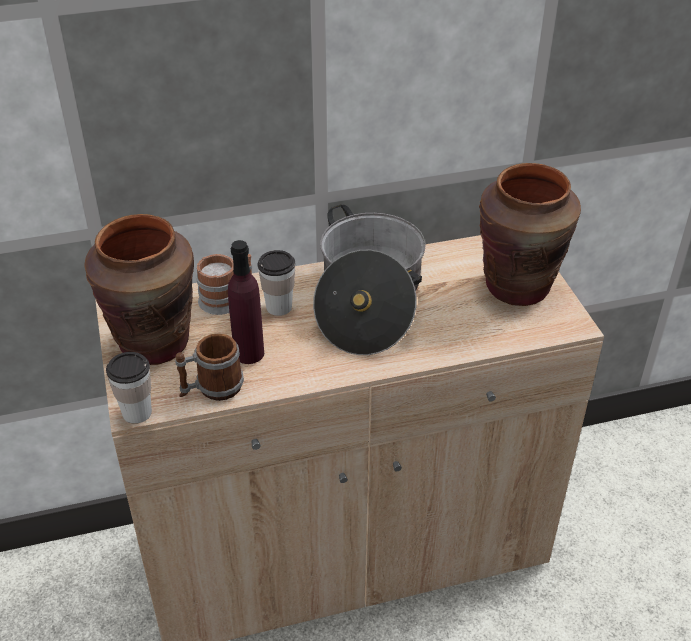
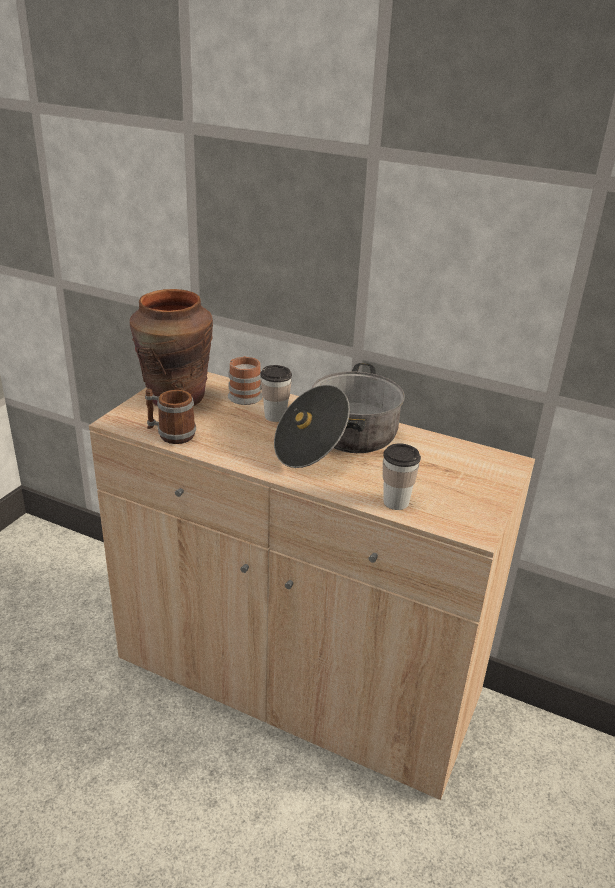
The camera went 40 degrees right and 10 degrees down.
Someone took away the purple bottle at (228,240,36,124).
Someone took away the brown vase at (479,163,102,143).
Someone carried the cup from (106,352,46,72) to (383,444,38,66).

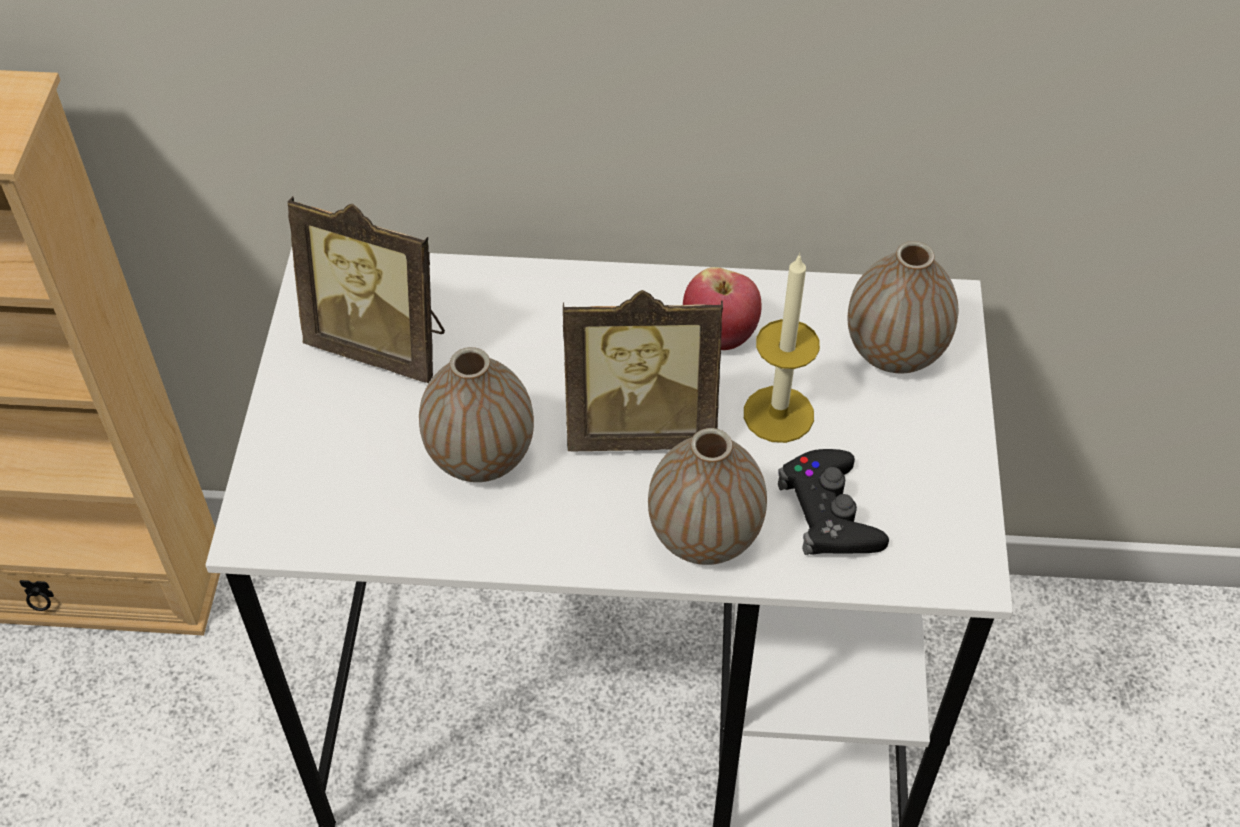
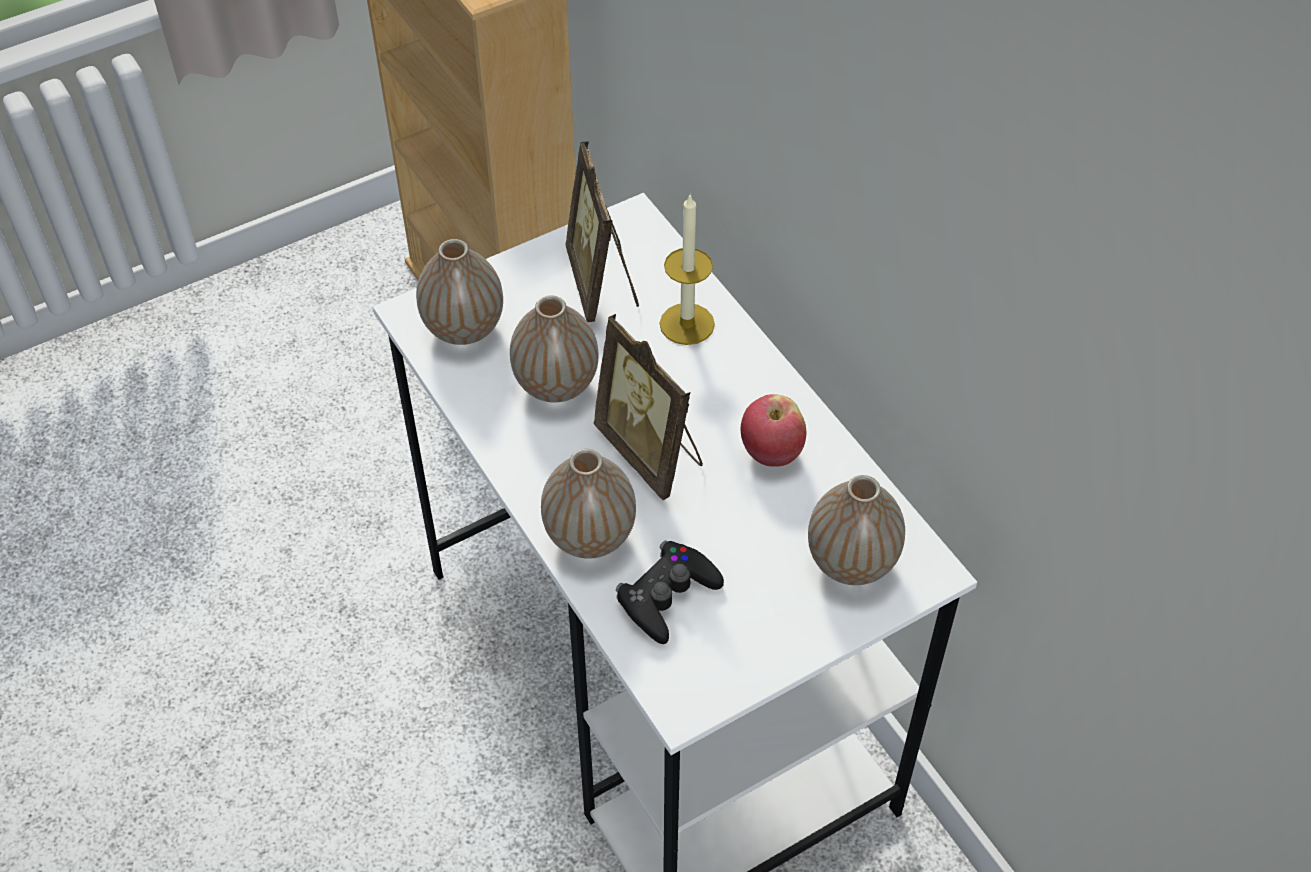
The camera went 55 degrees right and 0 degrees up.
Someone put down the vase at (416,239,87,106).
Someone carried the candle from (744,253,76,190) to (660,193,55,152).

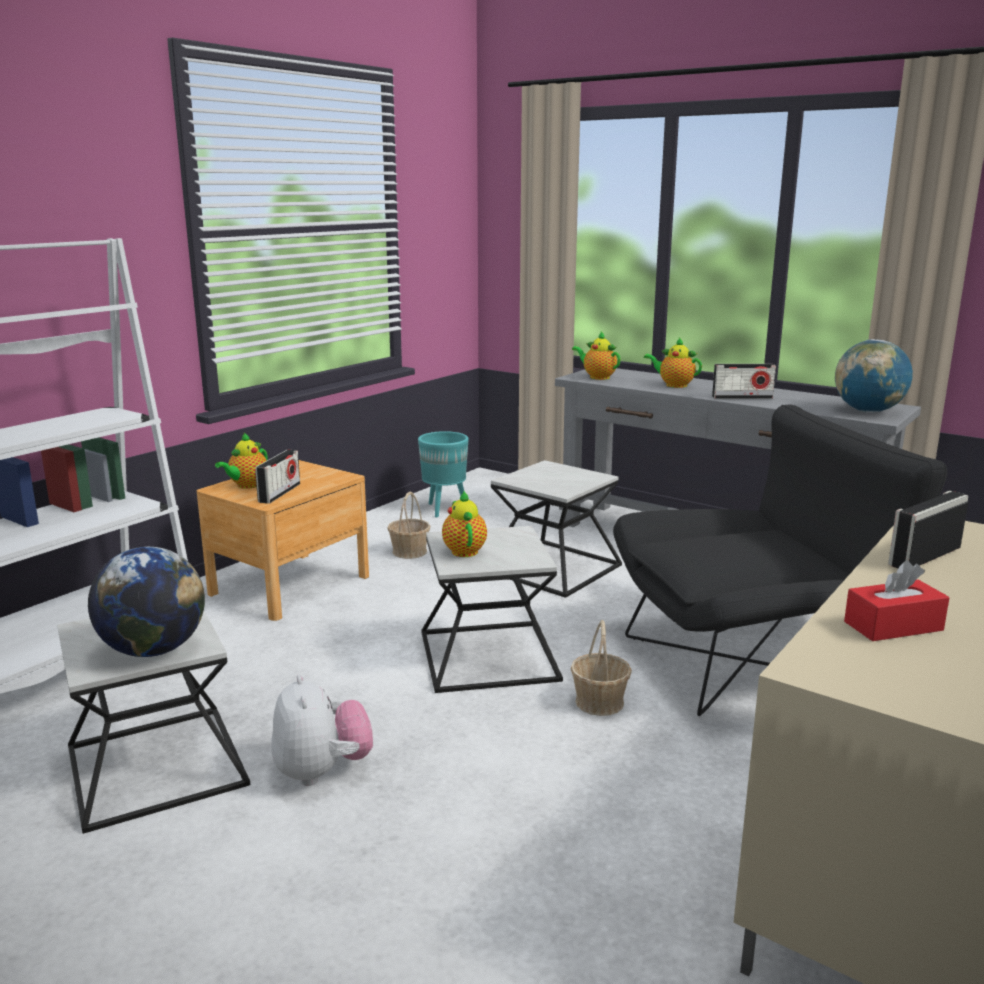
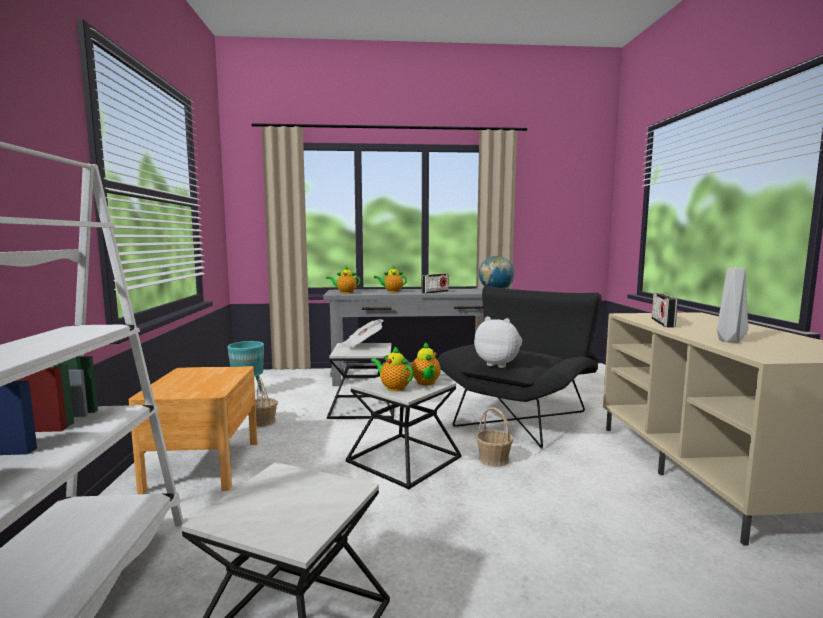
The camera went 40 degrees left and 10 degrees down.
Someone took away the globe at (88,547,117,110).
Someone took away the radio at (255,450,45,54).
Someone put down the newspaper at (339,319,44,29).
Someone carried the teapot from (215,433,52,56) to (412,342,29,43).
Someone carried the plush toy from (271,674,102,112) to (474,316,48,52).
Someone swapped the red tissue box at (844,561,106,80) for the grey vase at (717,268,31,75).

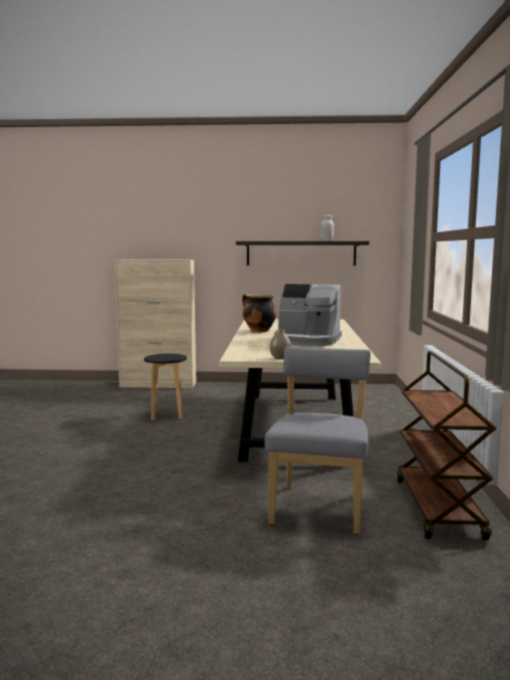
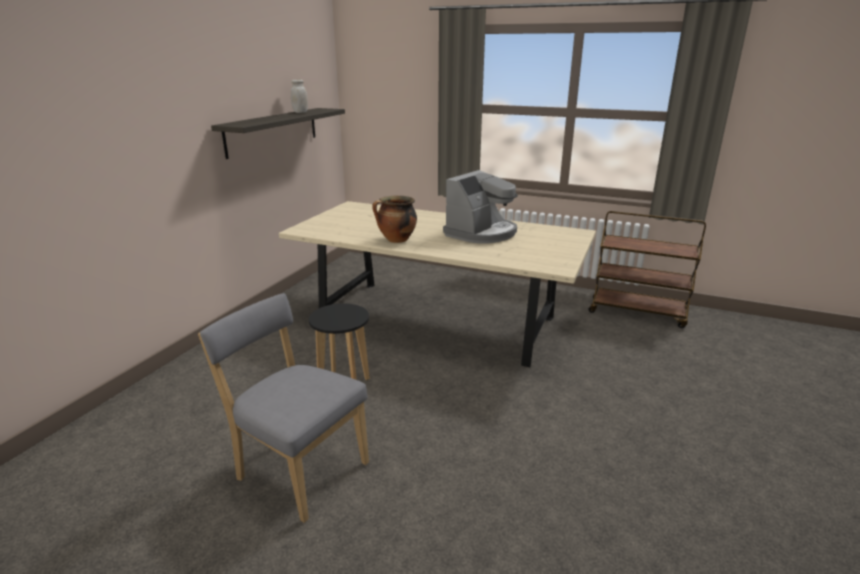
The camera went 70 degrees left and 15 degrees up.
Someone took away the beige cabinet at (114,260,82,128).
Someone took away the vase at (270,329,21,30).
Someone carried the grey chair from (265,347,106,187) to (198,293,171,230).

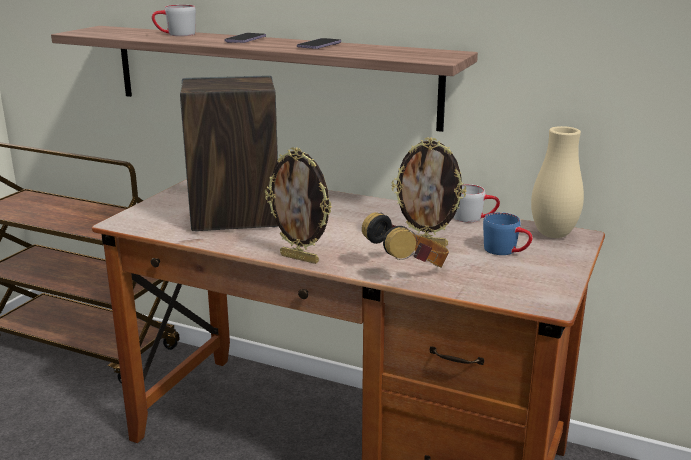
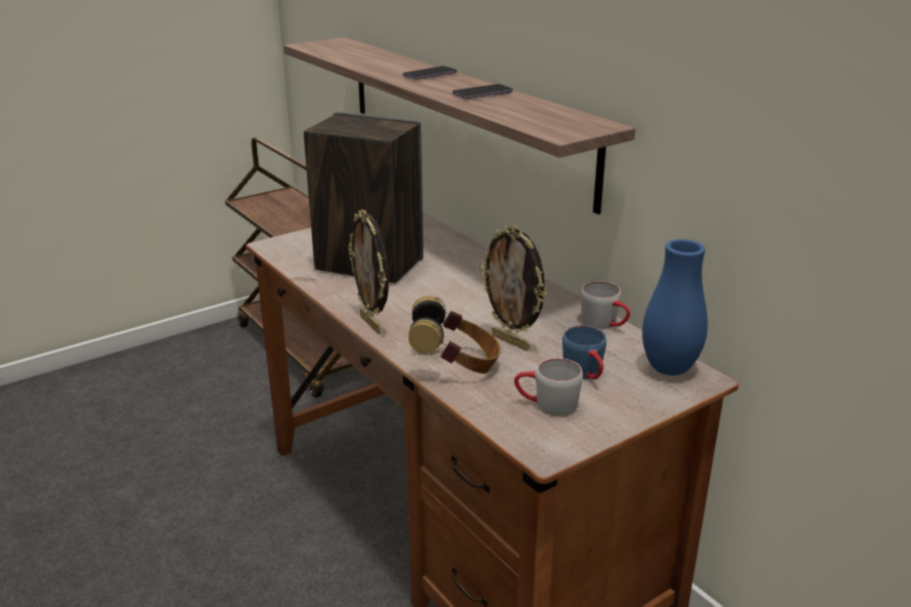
The camera went 30 degrees right and 5 degrees up.
Someone carried the grey mug from (152,5,44,31) to (514,358,69,58).
Someone repainted the beige vase at (531,126,53,112), which became the blue vase at (642,239,66,137).

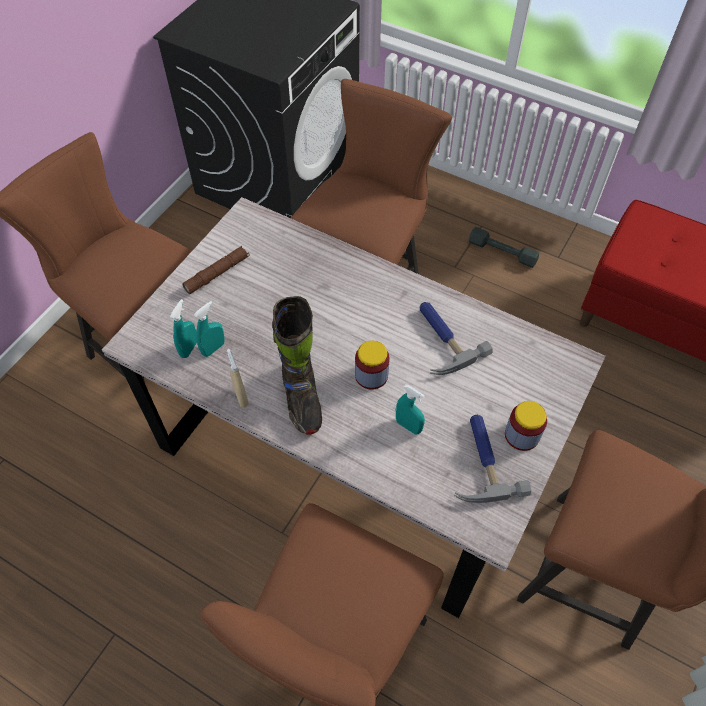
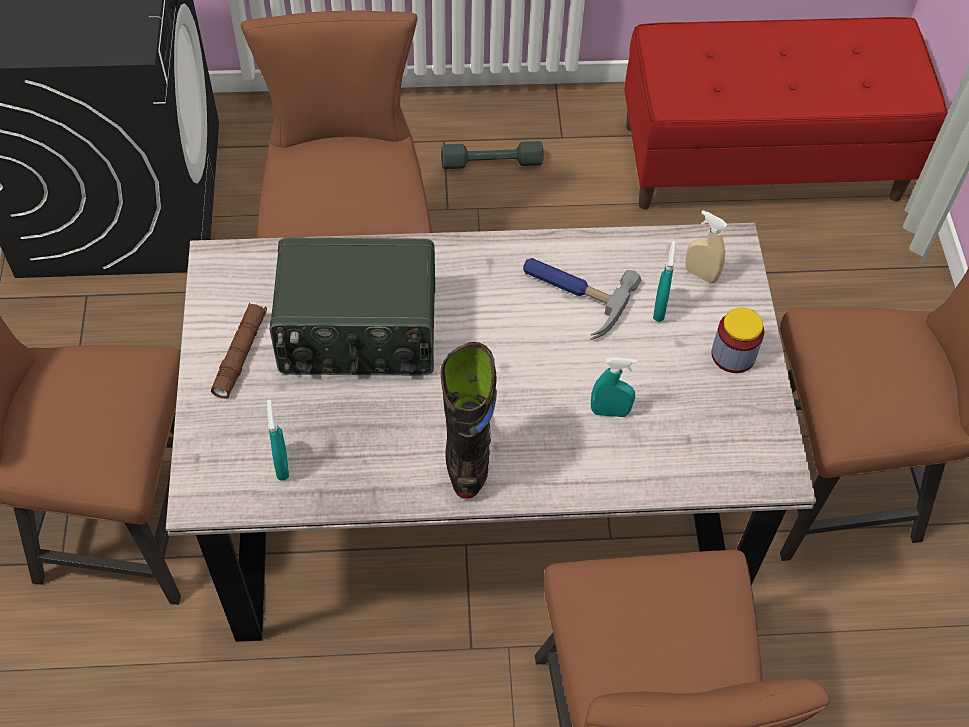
The camera went 35 degrees left and 0 degrees up.
Someone took away the jar at (355,341,35,49).
Someone took away the hammer at (454,414,78,89).
Someone put down the radio at (270,237,165,139).
Someone carried the turquoise spray bottle from (194,301,31,56) to (653,241,23,81).
Someone carried the beige spray bottle from (227,349,22,59) to (685,210,43,73).
Someone rotated the black boot at (272,296,50,139) by 135 degrees counterclockwise.

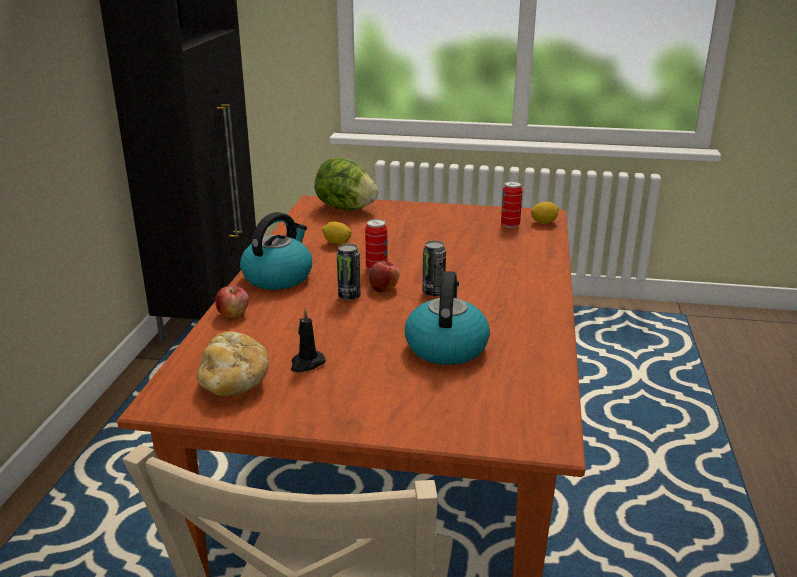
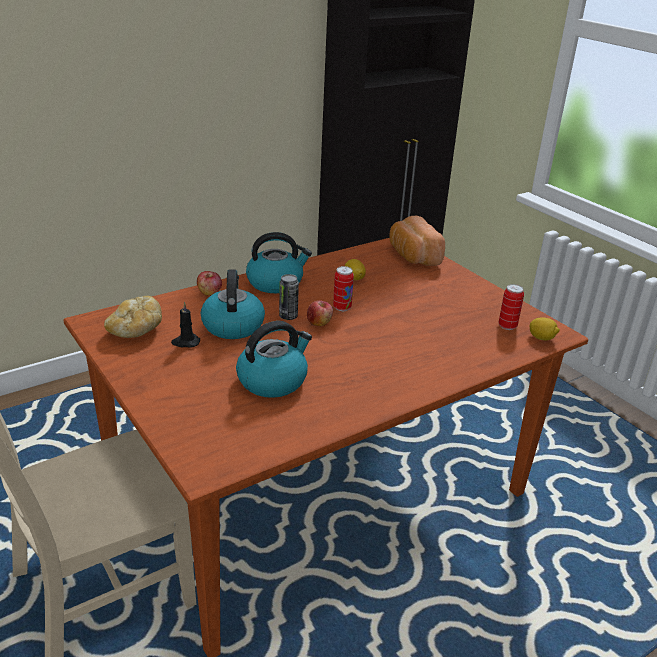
The camera went 45 degrees right and 5 degrees up.
Someone took away the can at (422,241,24,55).
Someone put down the kettle at (201,269,64,70).
Someone swapped the lettuce at (314,158,64,52) for the bread at (389,216,56,50).

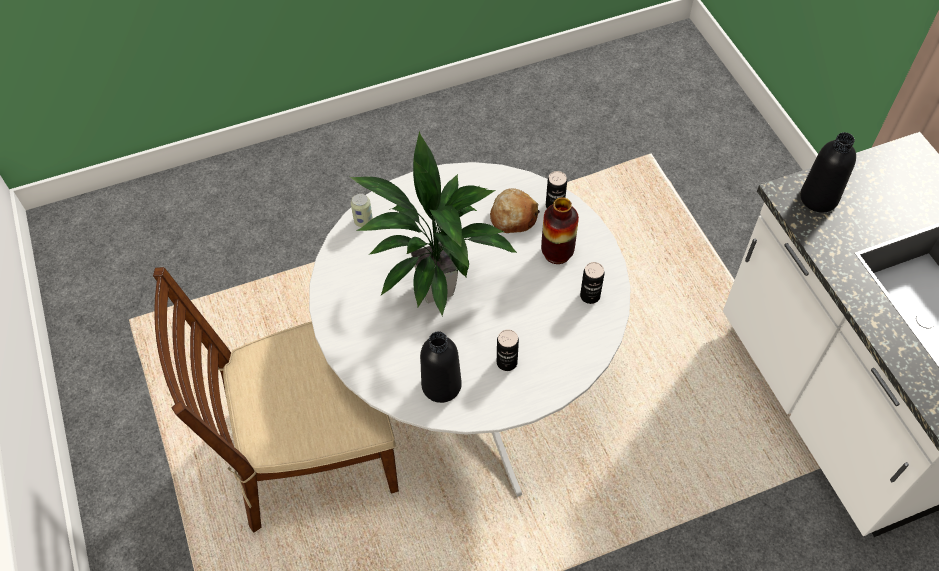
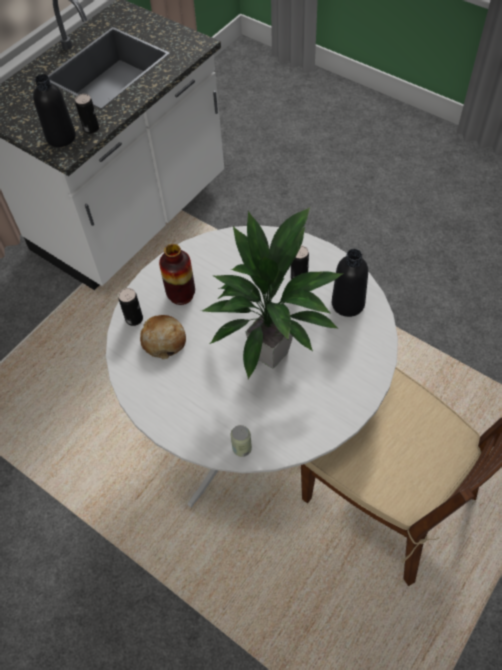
The camera went 120 degrees left and 0 degrees up.
Someone carried the can from (580,262,25,42) to (75,94,24,40).

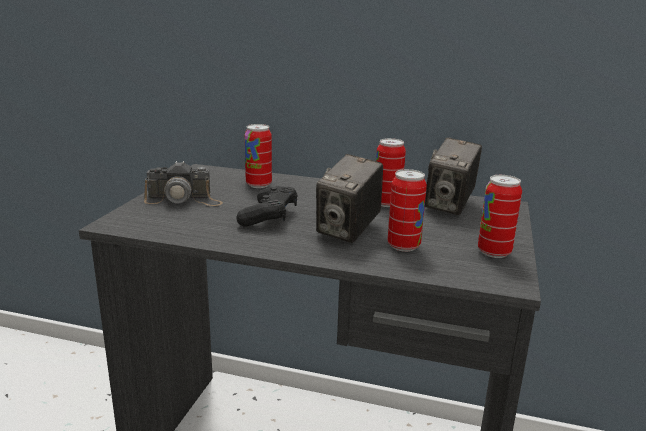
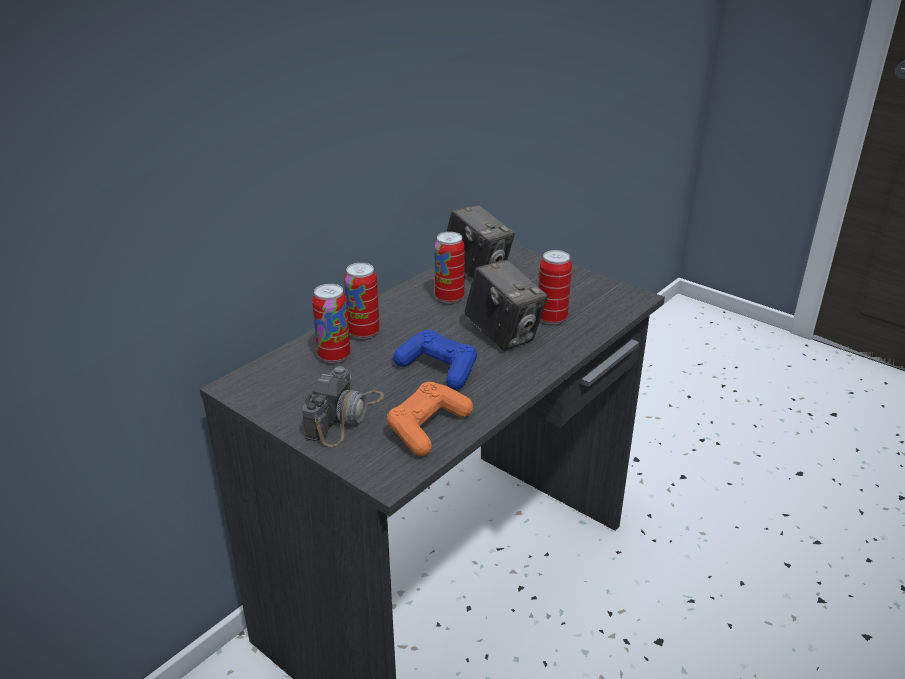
The camera went 65 degrees left and 10 degrees up.
Someone put down the orange game controller at (387,382,86,74).
Someone carried the can from (478,175,44,83) to (344,263,36,76).
Someone repainted the black game controller at (236,186,61,41), which became the blue game controller at (393,330,84,60).

